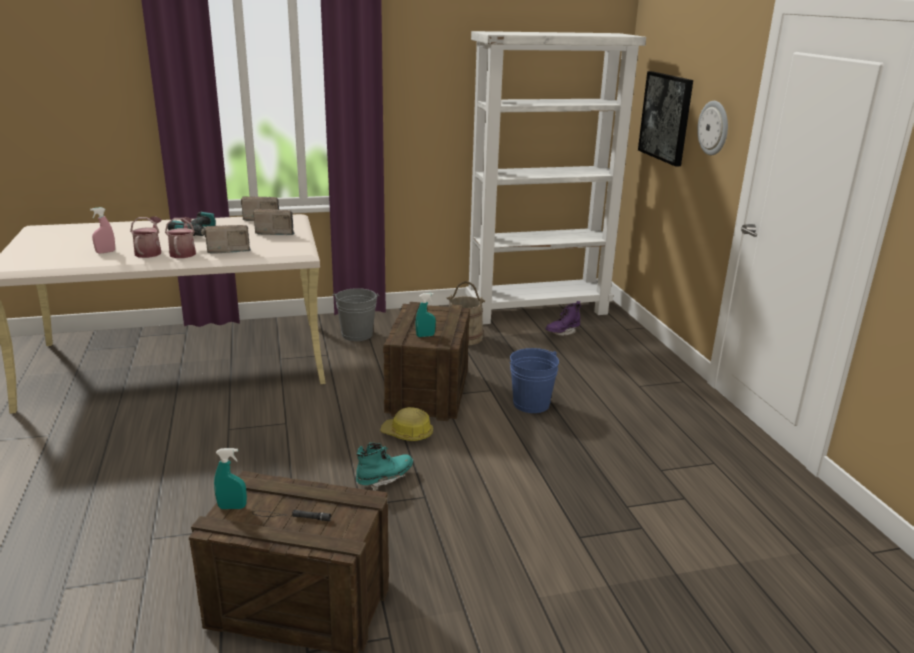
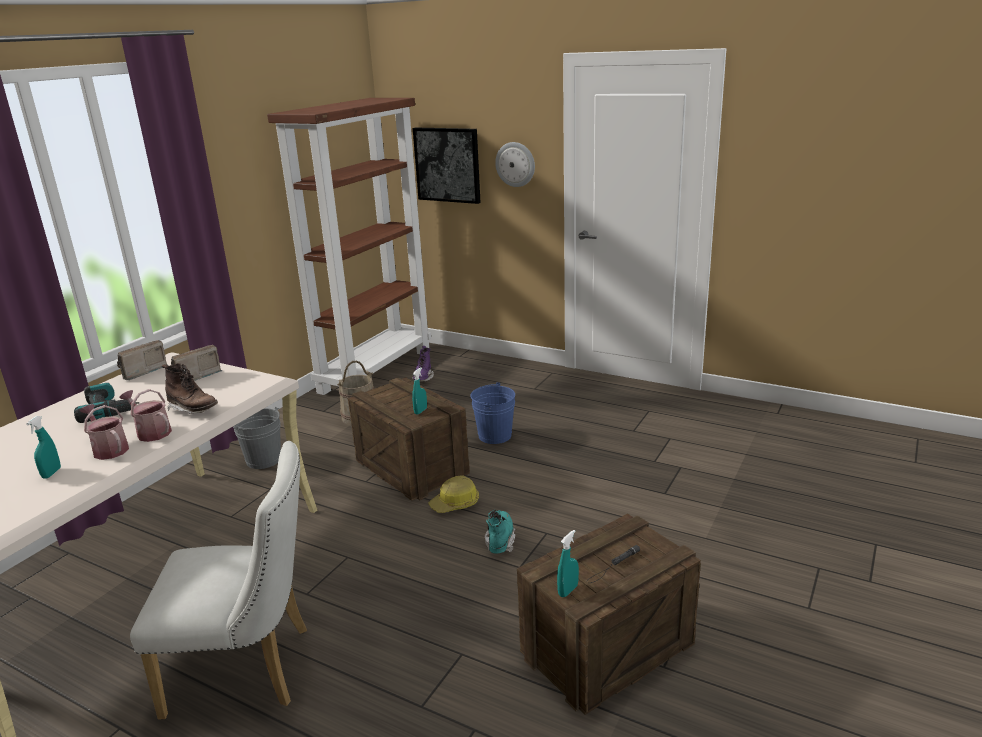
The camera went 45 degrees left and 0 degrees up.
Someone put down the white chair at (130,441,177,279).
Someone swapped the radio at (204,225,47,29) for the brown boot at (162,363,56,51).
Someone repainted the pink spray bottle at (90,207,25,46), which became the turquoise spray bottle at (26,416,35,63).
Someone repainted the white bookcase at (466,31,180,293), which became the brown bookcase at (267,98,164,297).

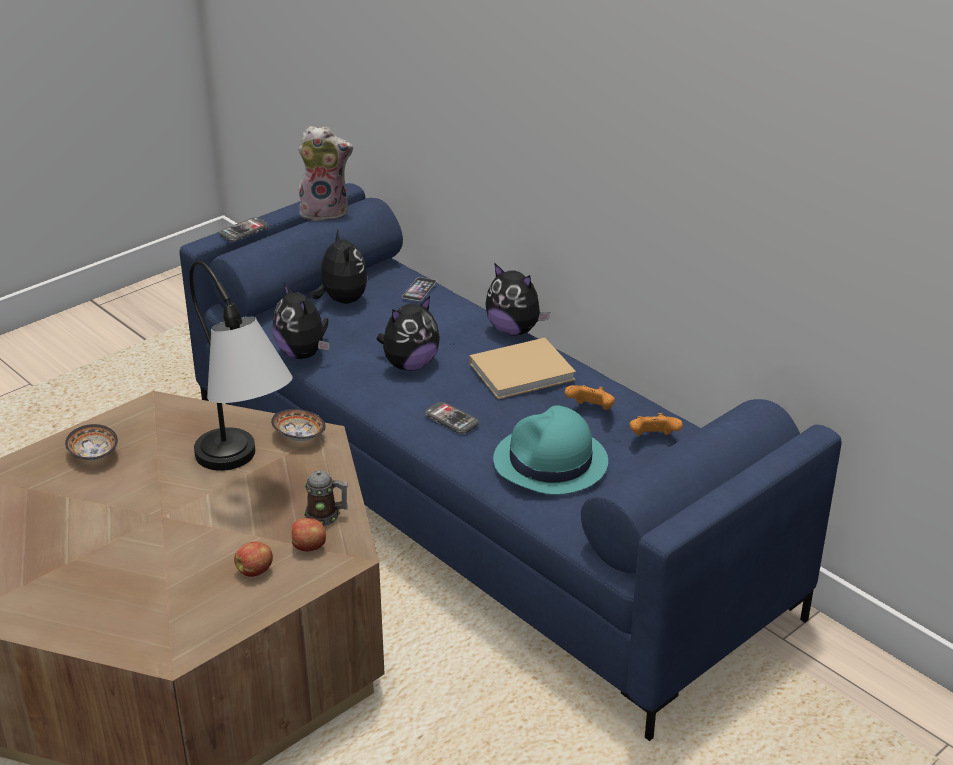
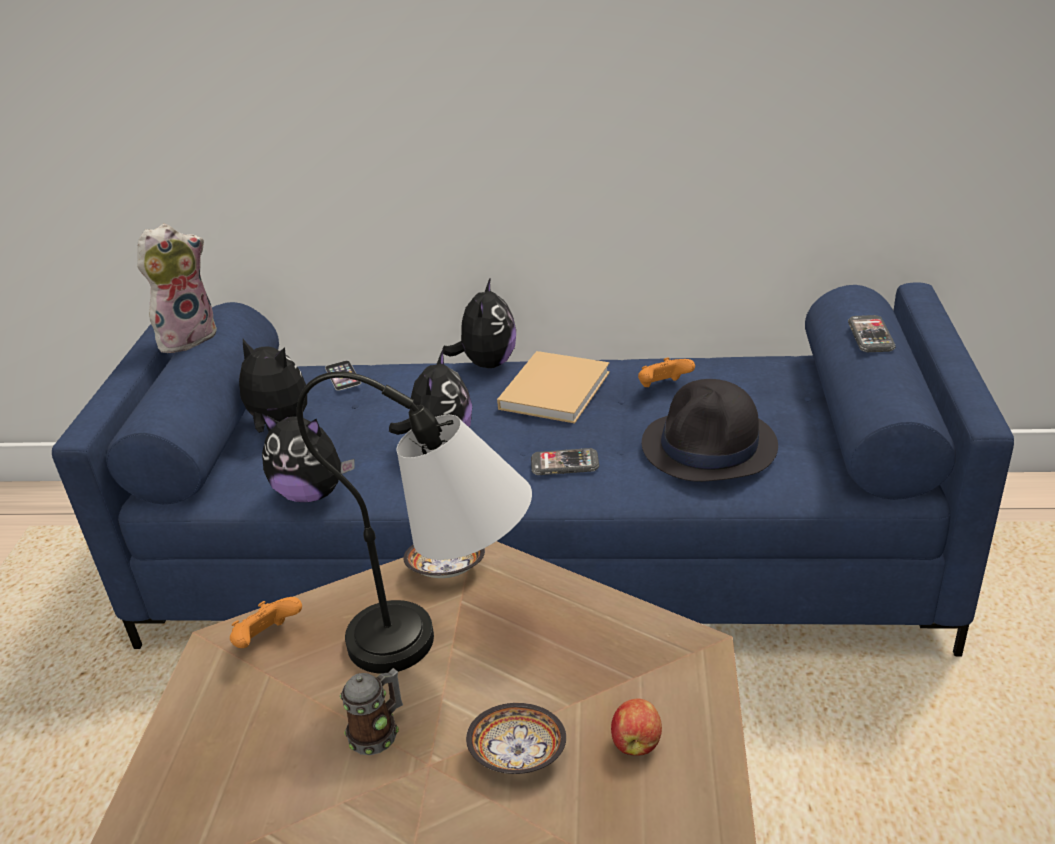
The camera went 40 degrees left and 0 degrees up.
Someone took away the apple at (292,518,34,33).
Someone carried the bowl from (65,424,53,37) to (466,703,100,71).
Someone carried the phone from (219,217,49,25) to (848,315,48,37).
Someone carried the mug from (304,471,44,55) to (340,668,63,87).
Someone carried the orange game controller from (630,413,53,22) to (230,597,72,51).
Someone repainted the turquoise hat at (493,405,115,90), which became the black hat at (642,379,136,103).
Someone rotated the plush toy at (485,263,65,73) by 75 degrees counterclockwise.

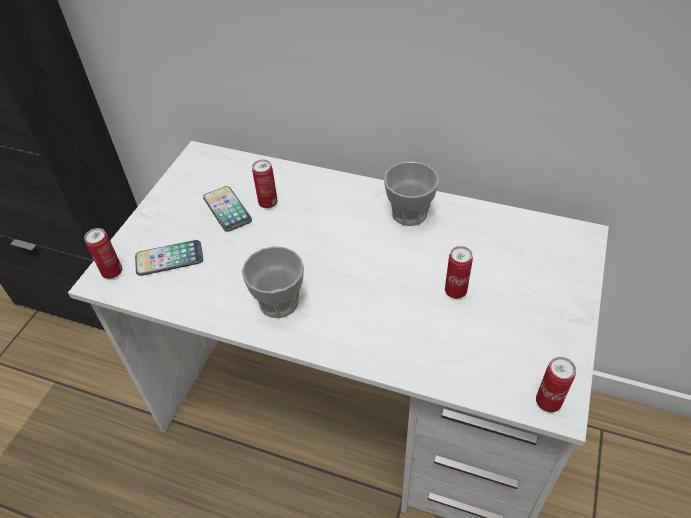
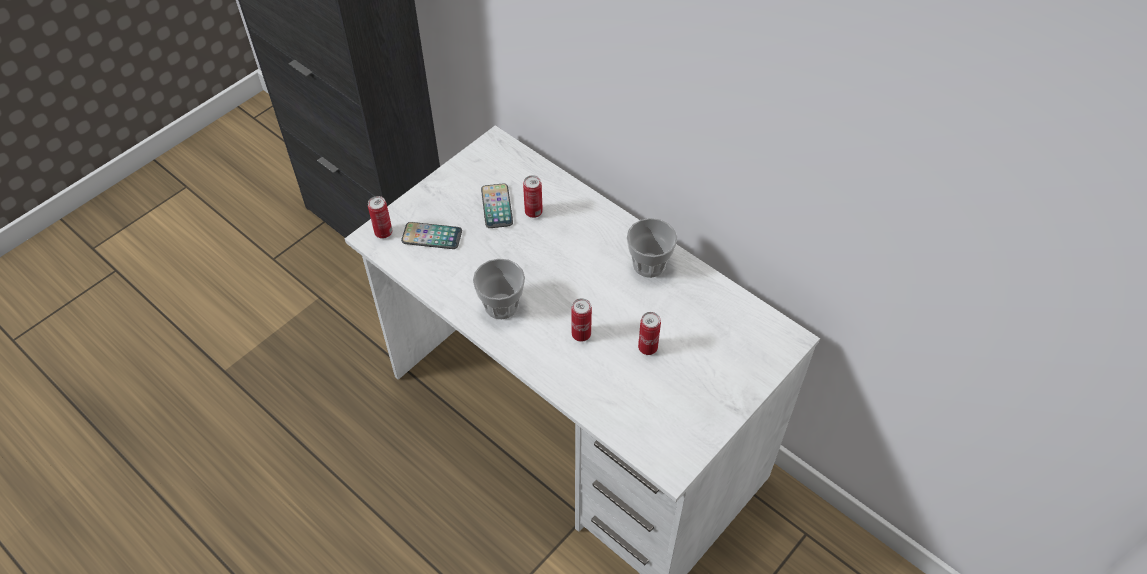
The camera went 20 degrees right and 5 degrees up.
Someone carried the can from (536,357,40,55) to (572,298,20,44).

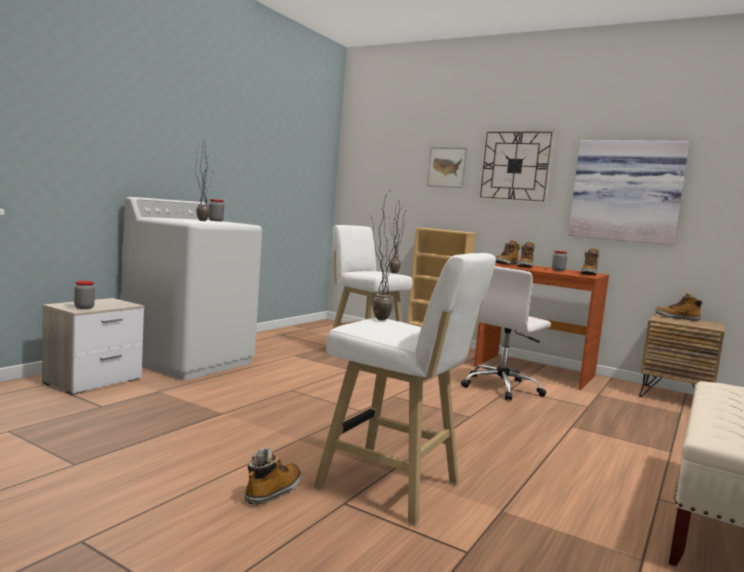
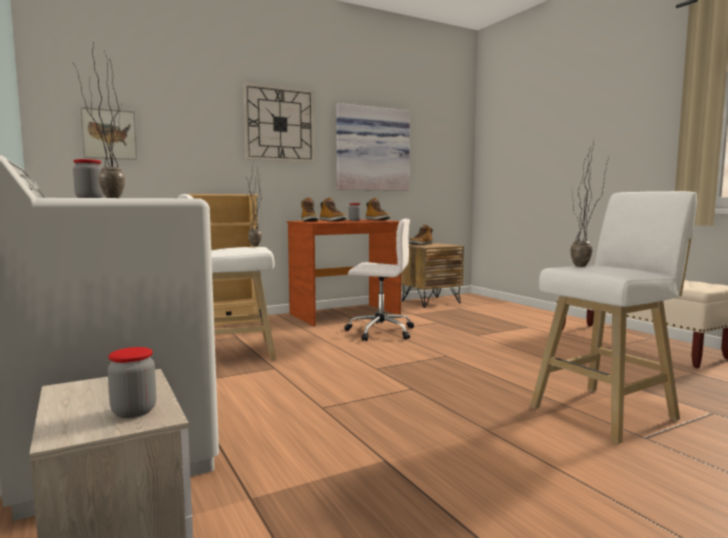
The camera went 60 degrees left and 0 degrees up.
Someone took away the boot at (245,448,56,57).
Someone carried the picture from (427,147,40,41) to (80,107,58,53).
Someone rotated the white office chair at (461,266,90,135) by 60 degrees counterclockwise.

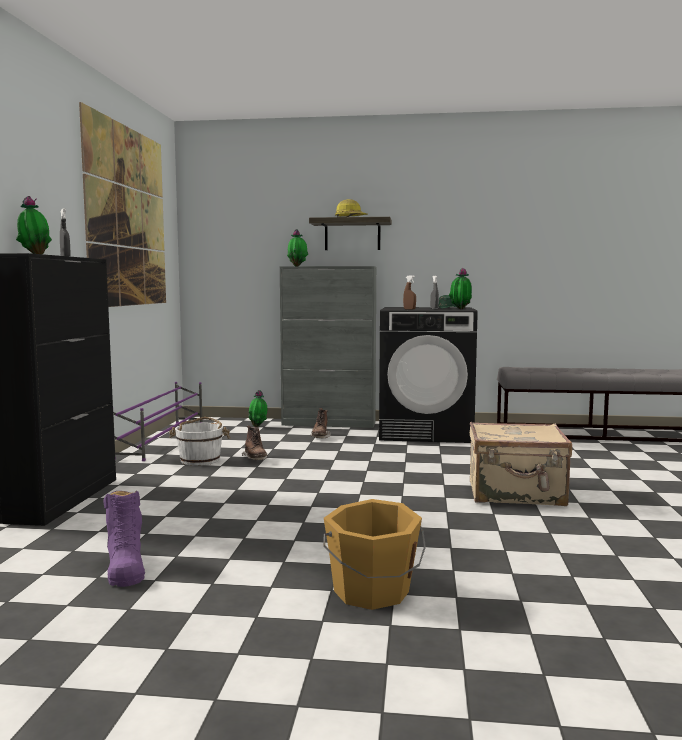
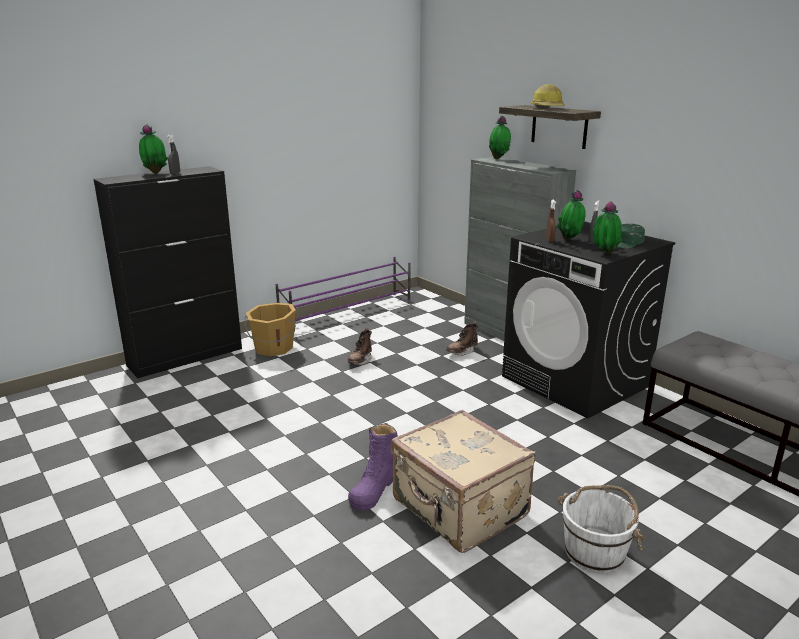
The camera went 45 degrees right and 15 degrees up.
Someone took away the picture at (79,102,87,205).
Someone carried the purple boot from (103,490,42,97) to (348,423,50,88).
Someone carried the white bucket from (169,417,61,49) to (558,485,87,88).
Someone carried the potted plant from (249,390,18,37) to (557,190,29,50).
Someone carried the orange bucket from (323,499,103,111) to (245,303,51,53).

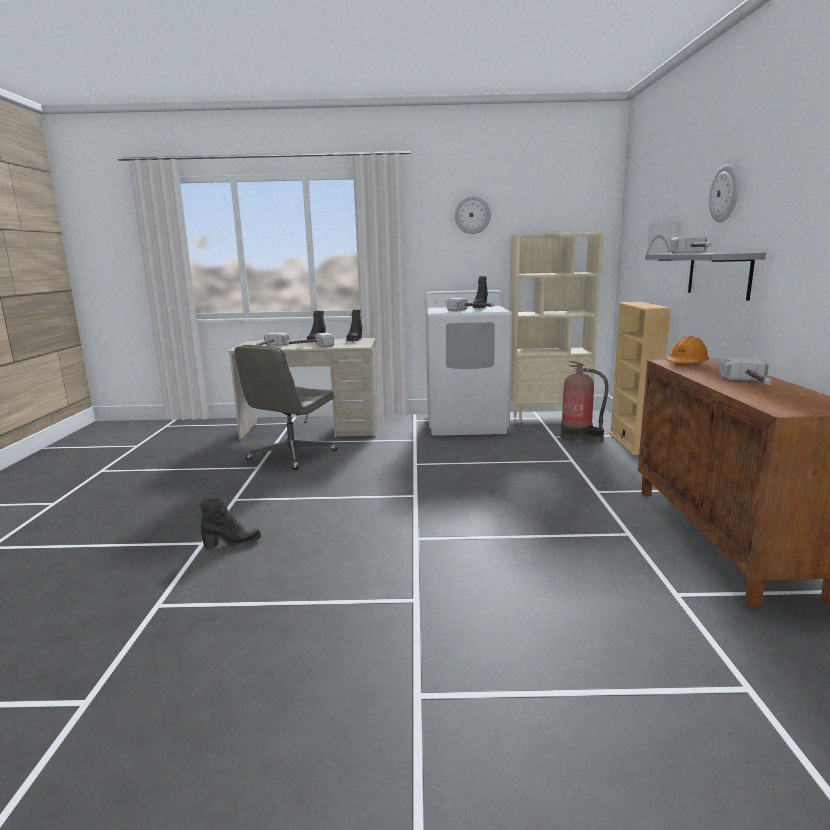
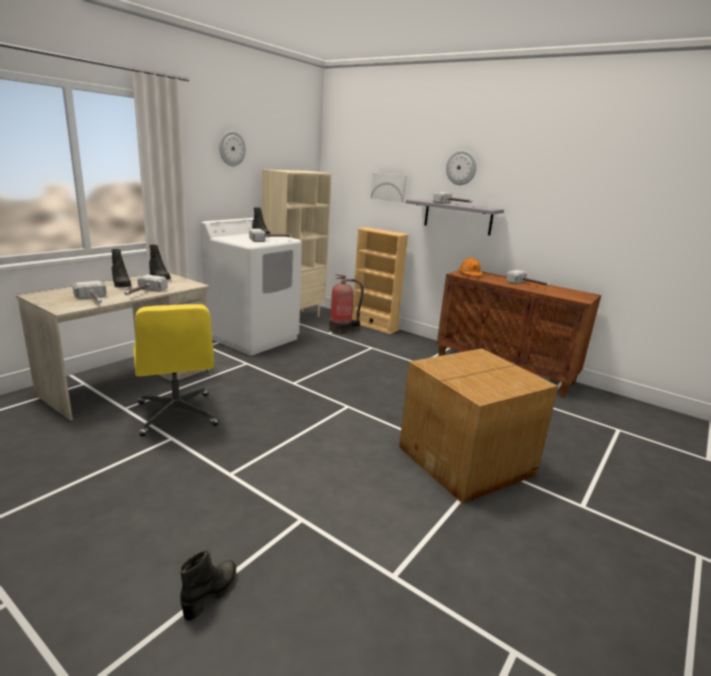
The camera went 55 degrees left and 5 degrees up.
Someone put down the cardboard box at (399,348,159,156).
Someone carried the black boot from (199,498,62,49) to (180,550,56,71).
Someone repainted the grey office chair at (234,345,103,125), which became the yellow office chair at (134,304,85,133).

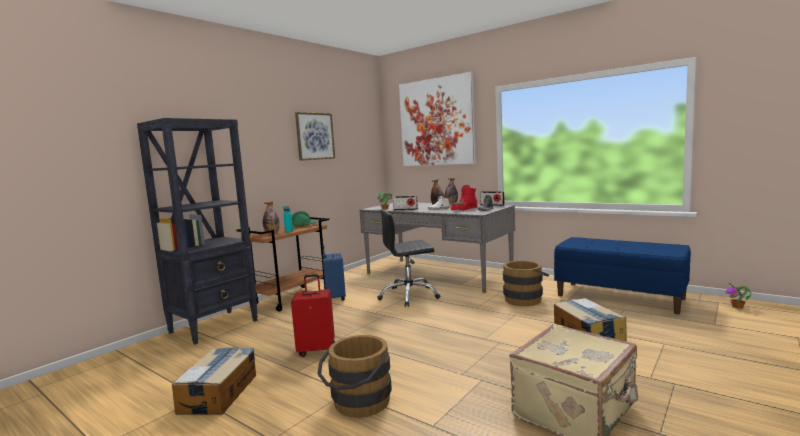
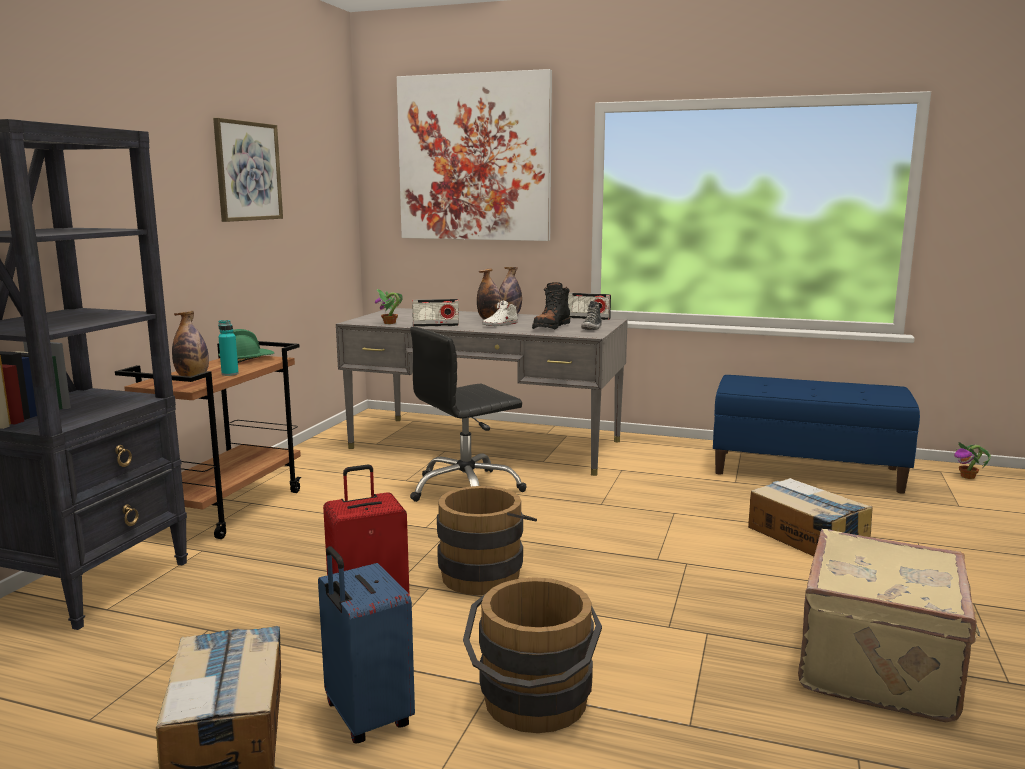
The camera went 20 degrees left and 5 degrees up.
Someone carried the blue suitcase from (322,244,24,57) to (318,546,97,198).
Someone carried the brown bucket from (503,261,46,45) to (437,486,100,109).
Someone repainted the red boot at (451,185,27,26), which became the black boot at (532,282,38,47).

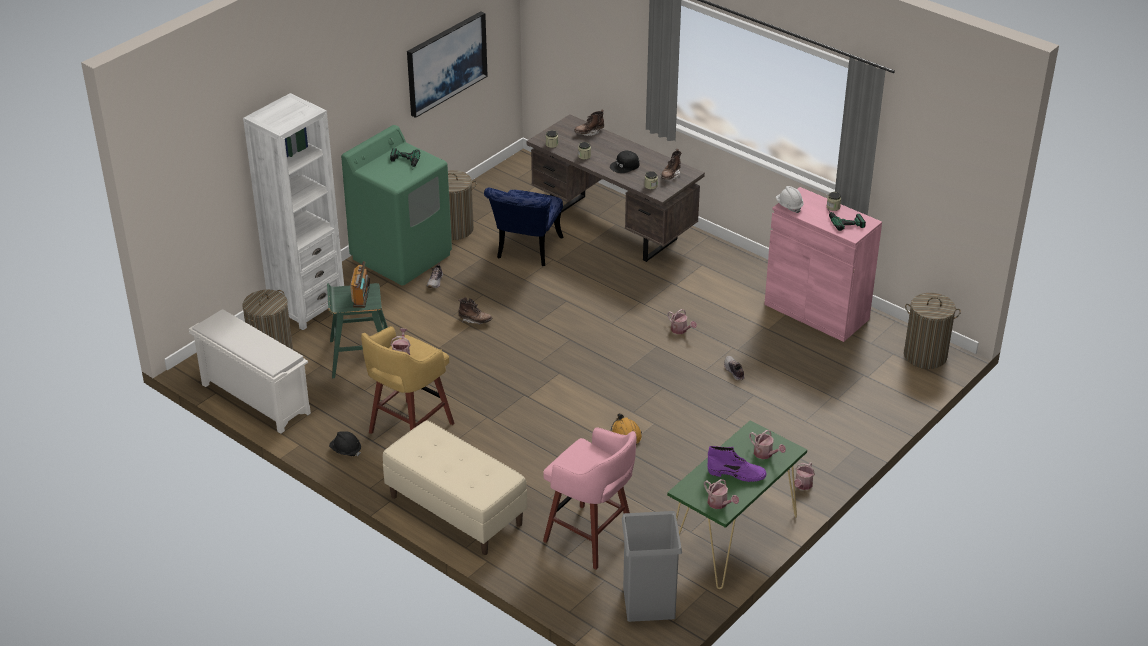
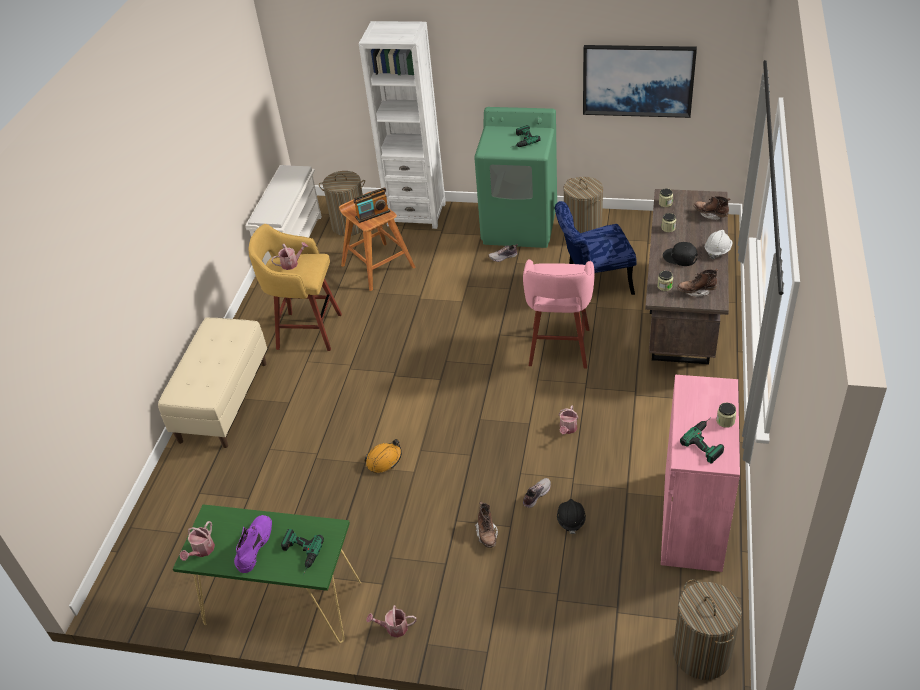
The camera went 65 degrees right and 5 degrees up.
Someone took away the grey trash can at (622,511,60,111).
Someone carried the black hard hat from (329,431,32,25) to (557,499,29,35).
Someone carried the brown boot from (458,297,34,28) to (475,501,23,47).
Someone carried the pink stool from (543,427,94,143) to (523,259,72,109).
Someone carried the white hard hat from (776,186,27,27) to (705,230,28,29).
Someone swapped the watering can at (749,430,37,29) for the power drill at (281,529,43,46).
Someone repainted the green stool at (327,283,61,95), which became the brown stool at (339,192,77,99).
Someone rotated the purple boot at (707,446,60,36) by 150 degrees counterclockwise.

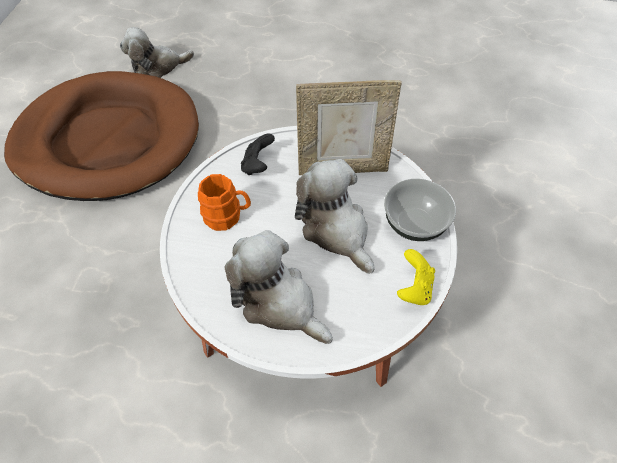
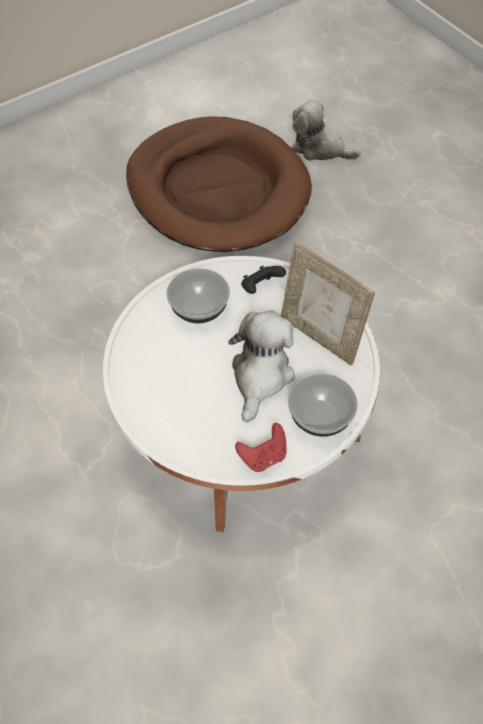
The camera went 45 degrees right and 0 degrees up.
Someone took away the plush toy at (225,230,108,114).
Someone swapped the orange mug at (198,174,53,57) for the bowl at (167,268,63,55).
Someone repainted the yellow game controller at (397,249,38,56), which became the red game controller at (235,423,52,49).

